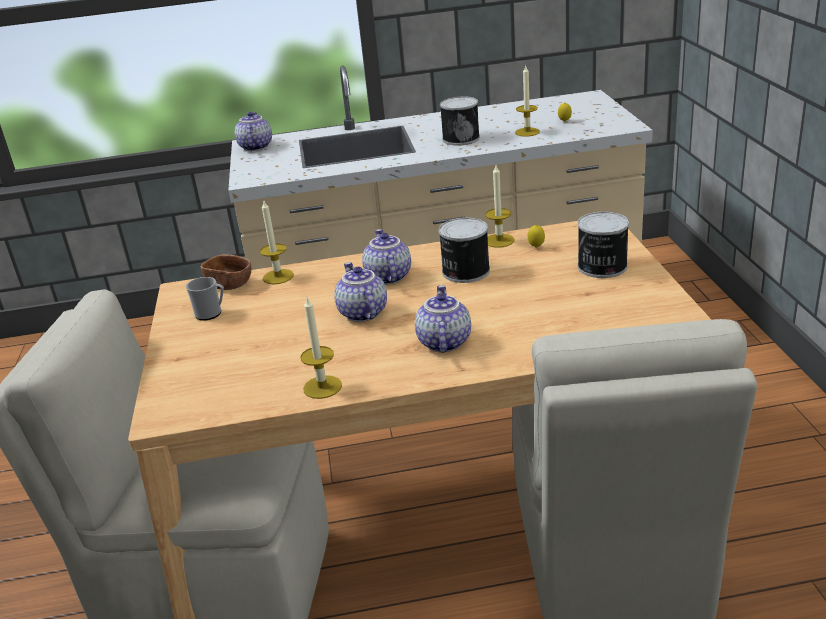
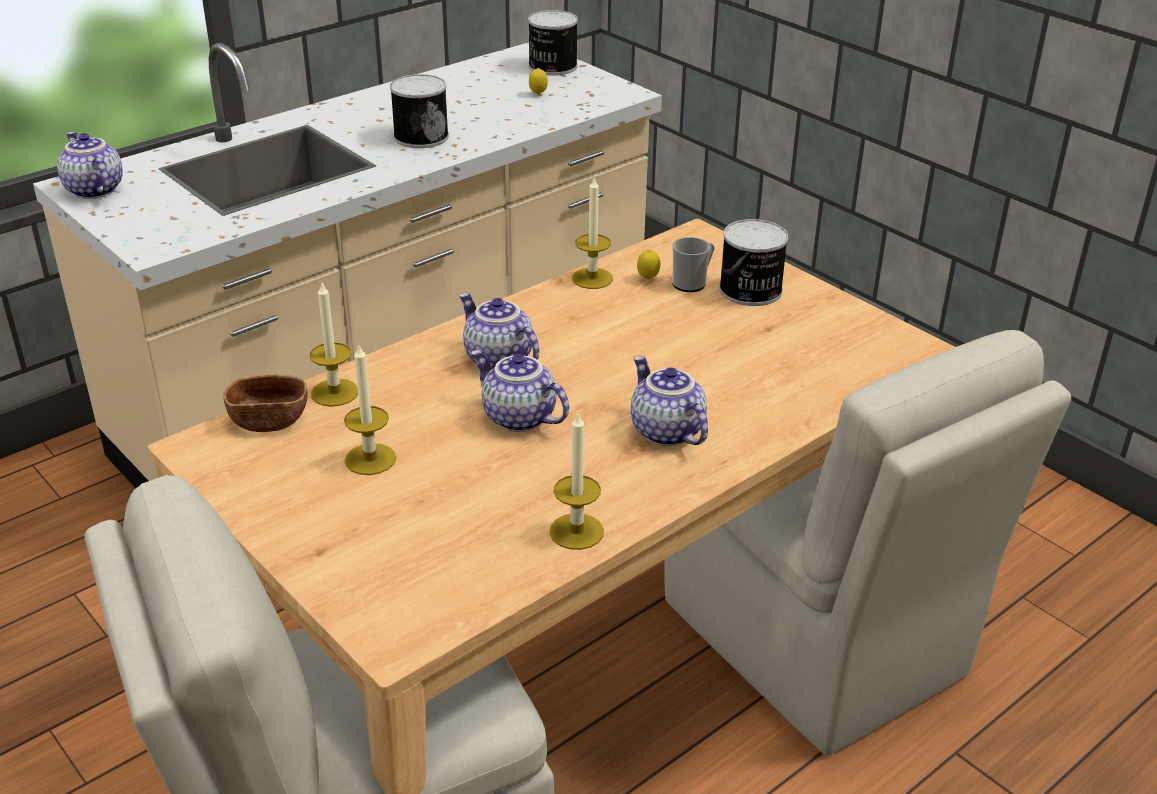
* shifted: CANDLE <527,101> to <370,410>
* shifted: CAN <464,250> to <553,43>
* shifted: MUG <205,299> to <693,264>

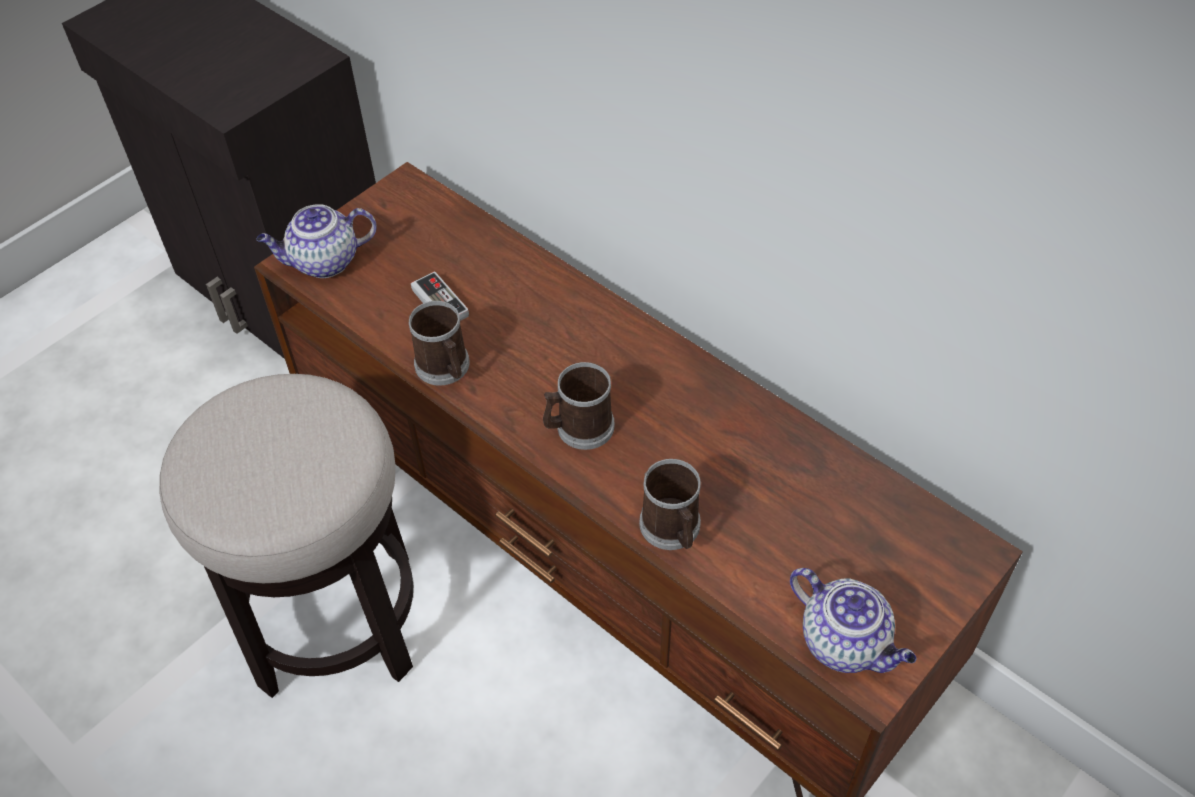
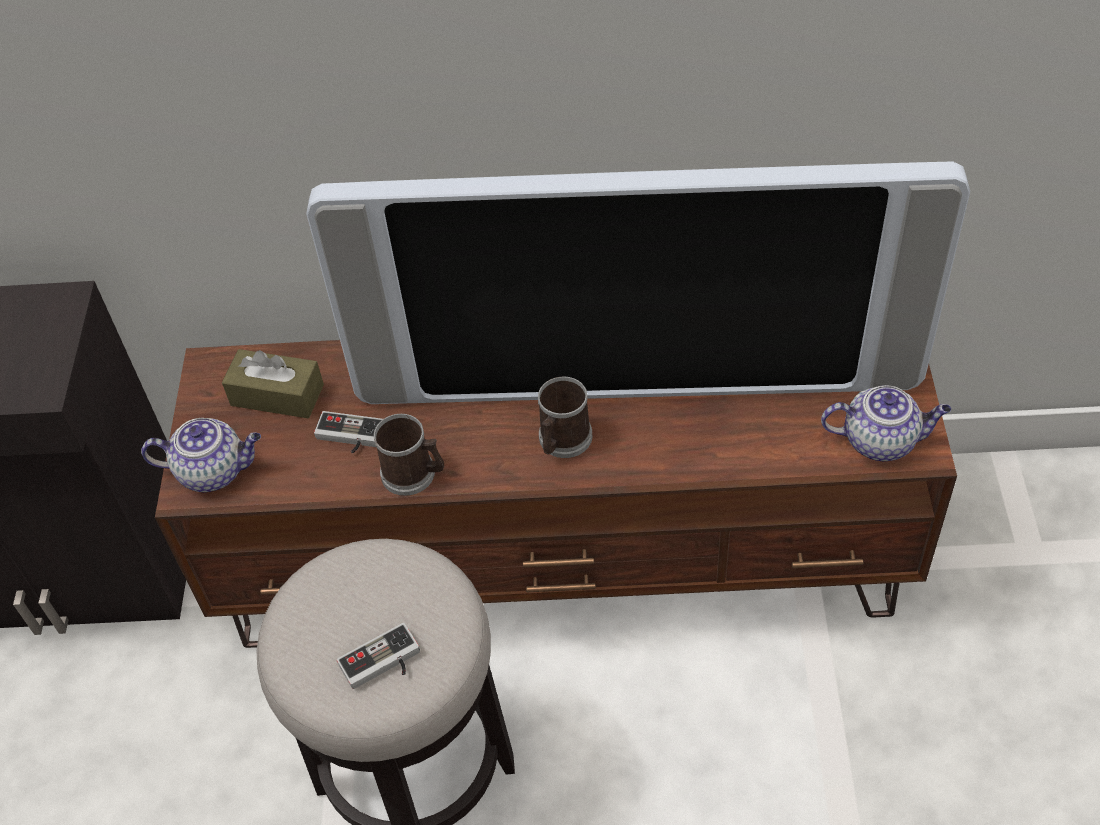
* rotated: TEAPOT <317,241> = <201,455> 120 degrees counterclockwise
* gone: MUG <670,504>
* new: TELEVISION <638,282>
* new: BROWN TISSUE BOX <273,383>
* new: GAME CONTROLLER <378,656>

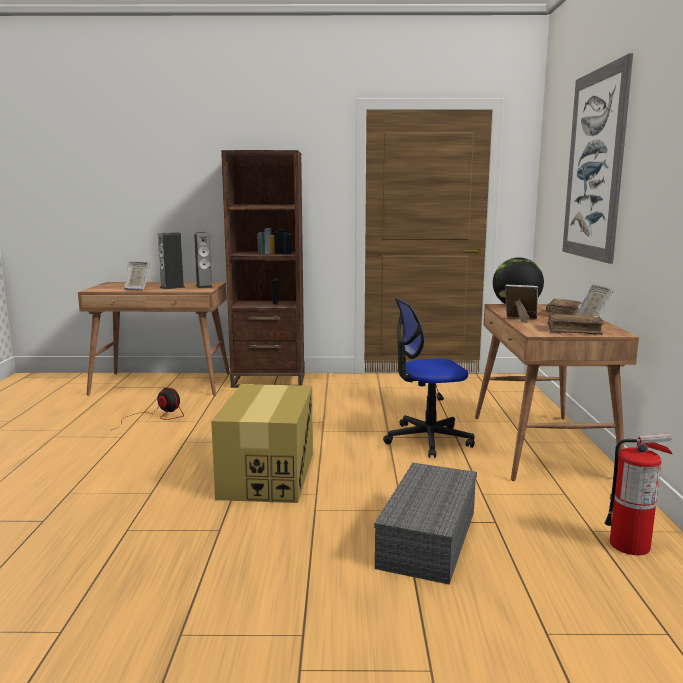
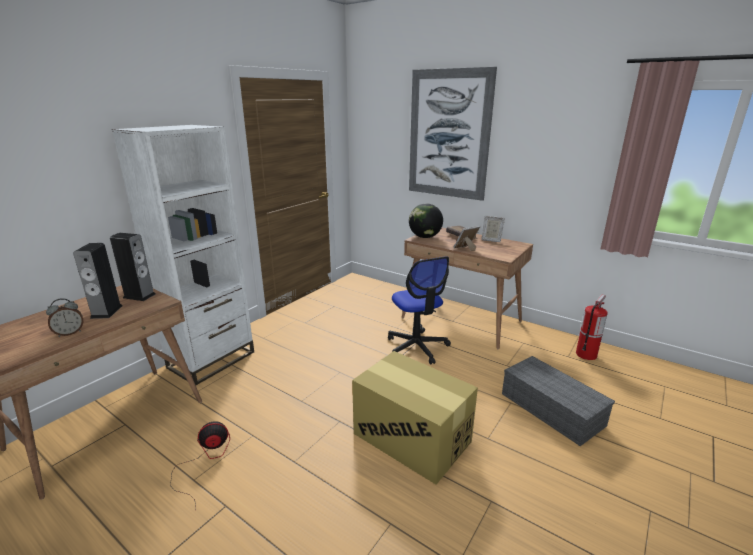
* repainted: BROWN BOOKCASE <263,269> to WHITE BOOKCASE <183,255>
* swapped: PICTURE FRAME <137,275> to ALARM CLOCK <64,317>
* rotated: OFFICE CHAIR <429,378> = <419,310> 45 degrees counterclockwise
* gone: BROWN BOOK <576,324>

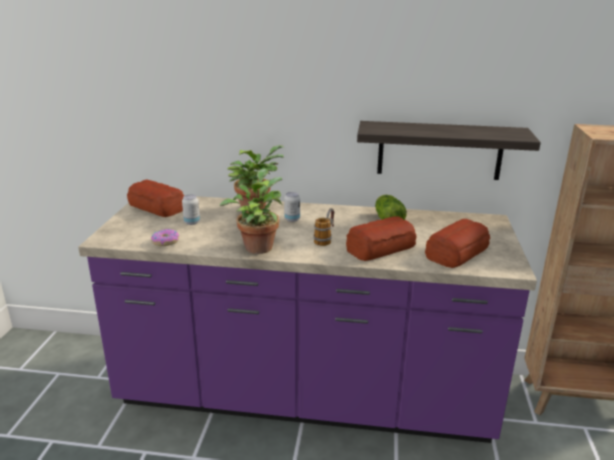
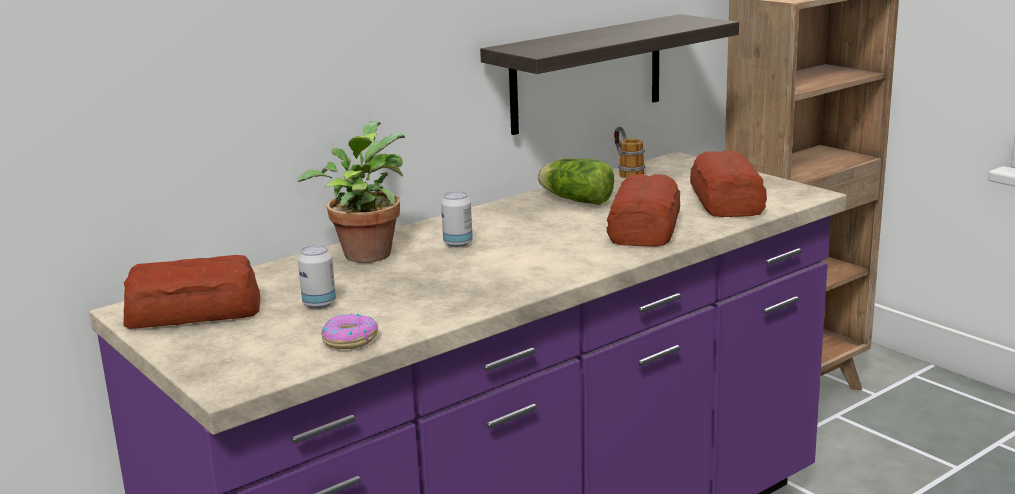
* gone: POTTED PLANT <251,211>
* shifted: MUG <323,227> to <629,152>

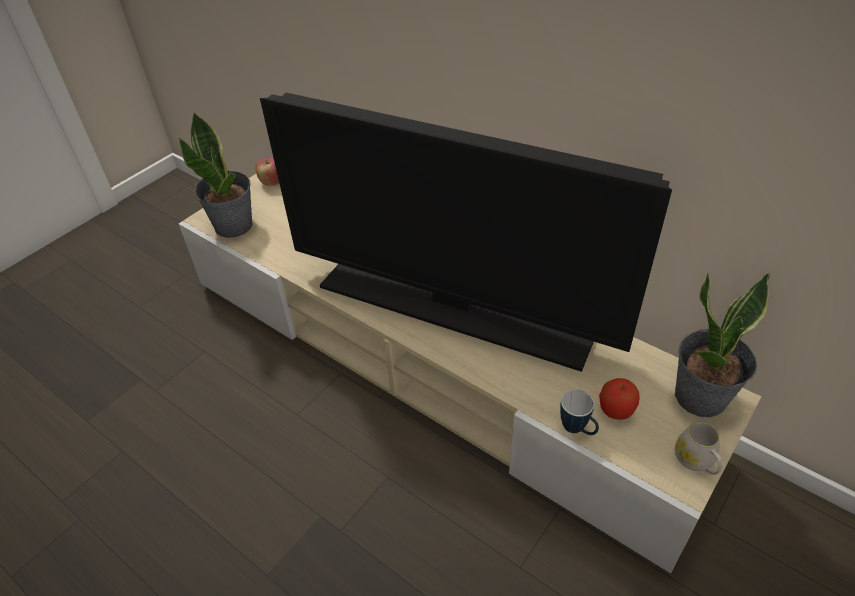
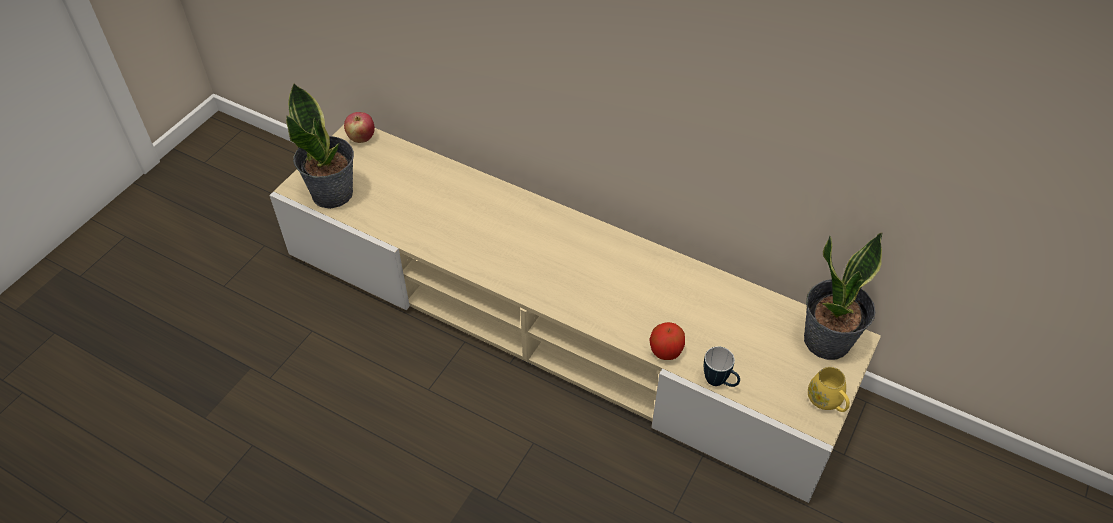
* gone: TELEVISION <466,232>
* shifted: APPLE <619,399> to <667,341>
* repainted: WHITE MUG <699,448> to YELLOW MUG <829,389>

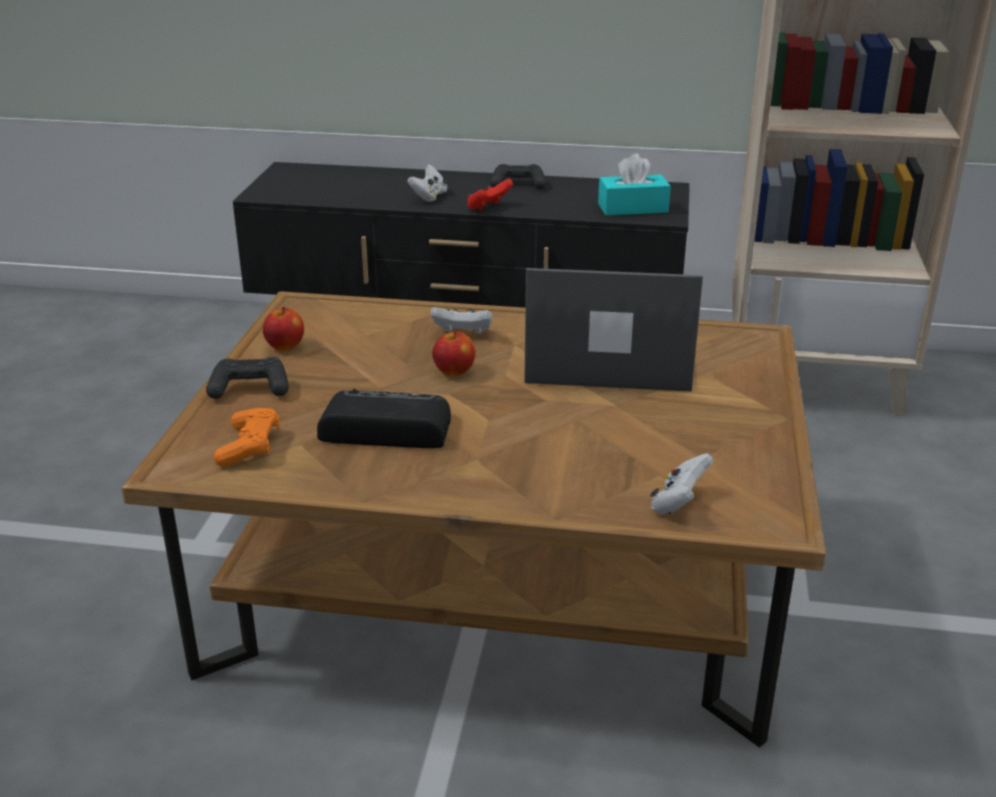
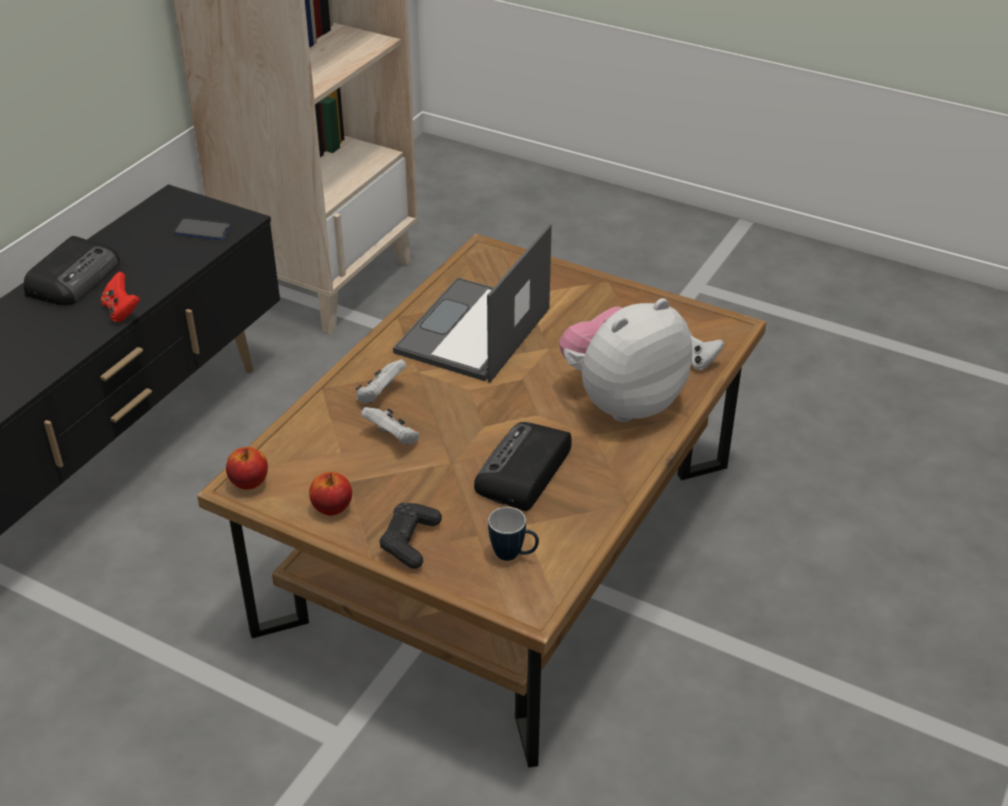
* swapped: TURQUOISE TISSUE BOX <634,185> to PHONE <202,229>
* shifted: WHITE GAME CONTROLLER <427,183> to <390,426>
* swapped: BLACK GAME CONTROLLER <518,176> to RADIO <71,270>
* shifted: APPLE <453,353> to <247,468>
* swapped: ORANGE GAME CONTROLLER <247,437> to MUG <513,534>
* new: PLUSH TOY <625,360>

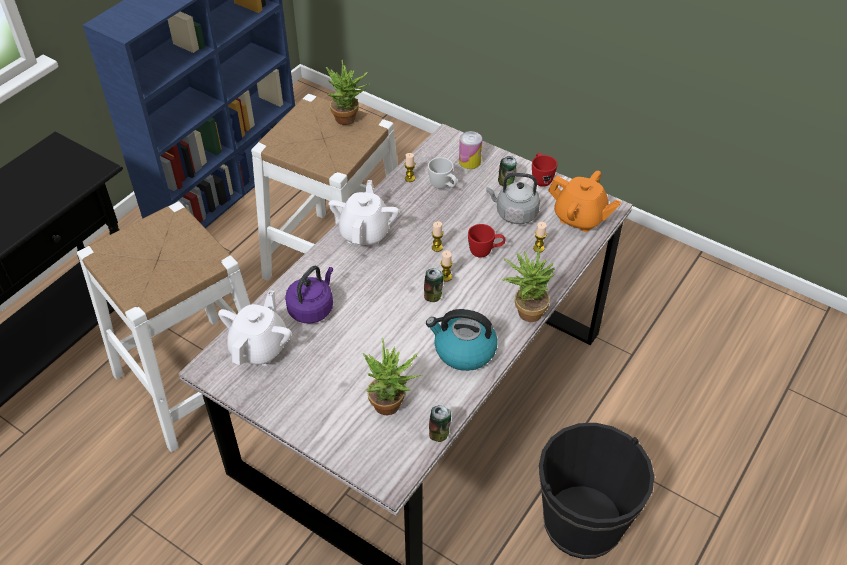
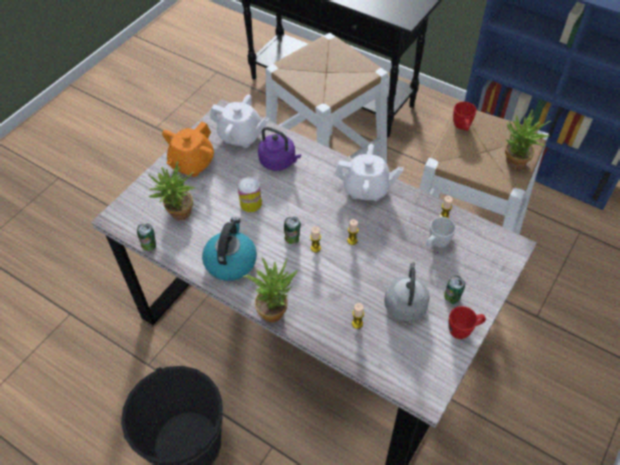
* shifted: CAN <470,150> to <249,194>
* shifted: ORANGE TEAPOT <584,201> to <188,149>
* shifted: RED MUG <486,241> to <465,116>

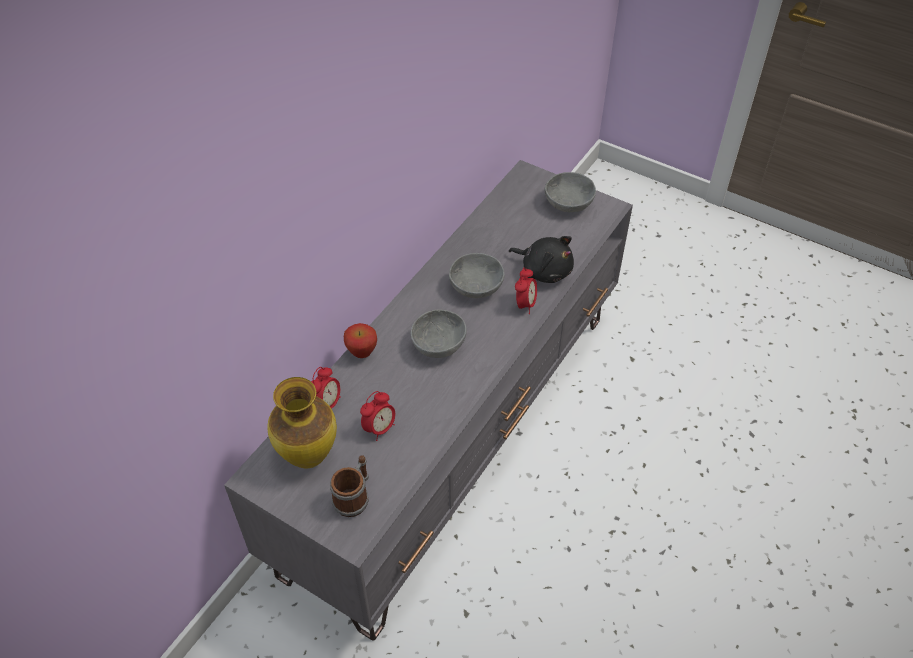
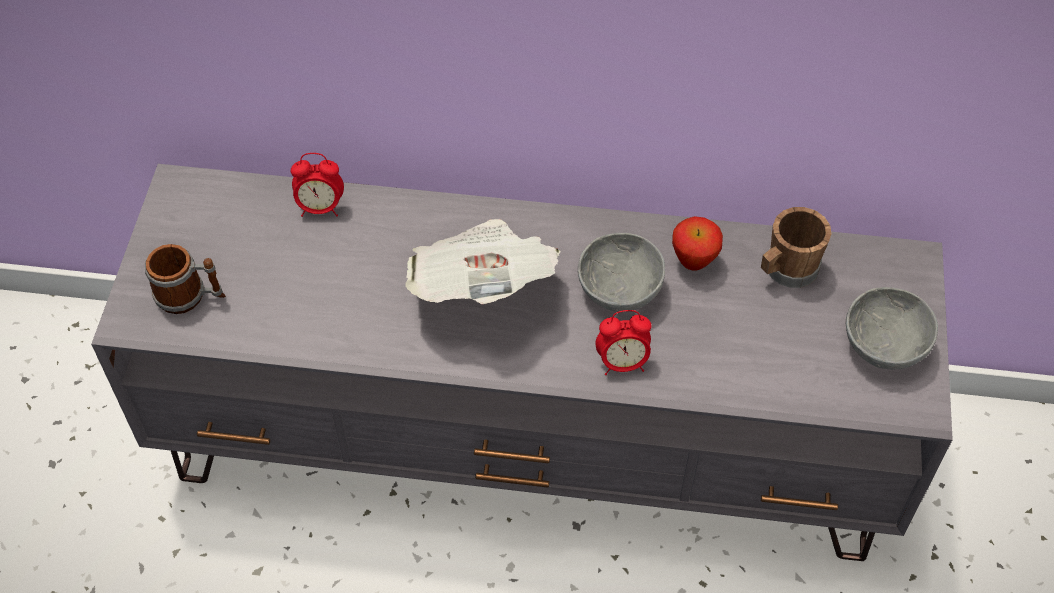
* gone: BLACK PLUSH TOY <541,259>
* swapped: GREY BOWL <439,333> to NEWSPAPER <482,261>
* shifted: APPLE <360,340> to <697,243>
* gone: VASE <302,422>
* gone: ALARM CLOCK <377,416>
* new: BROWN MUG <796,247>

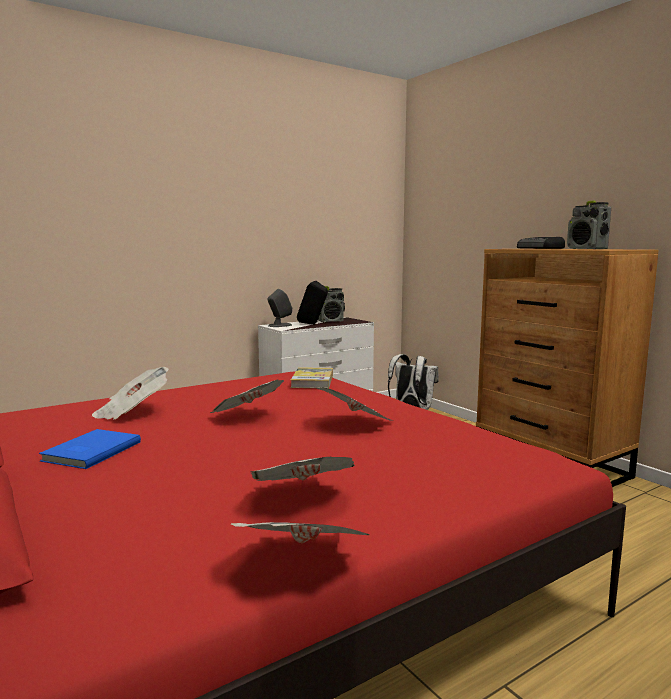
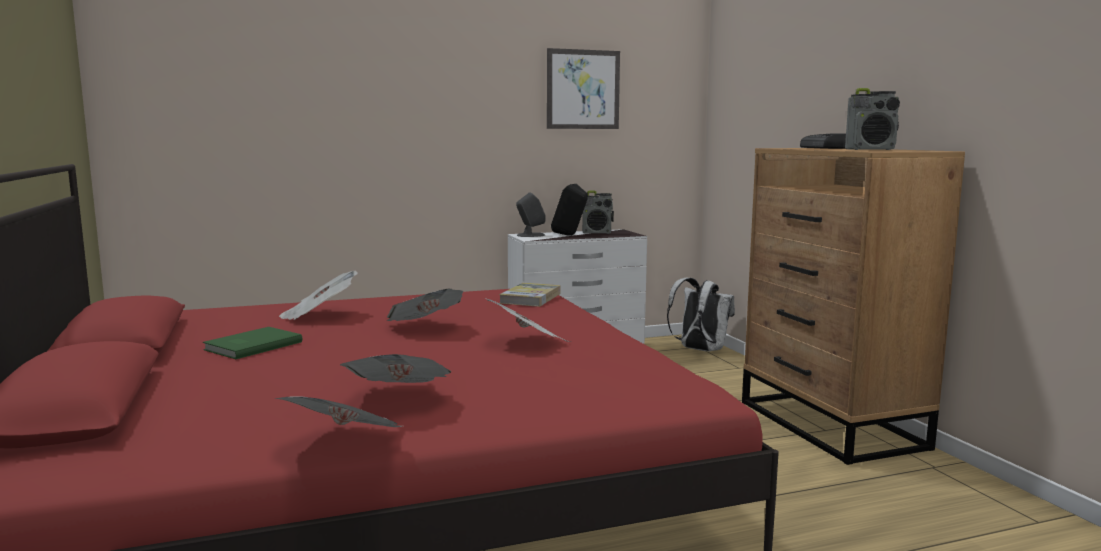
* rotated: RADIO <589,225> = <872,119> 75 degrees counterclockwise
* repainted: BLUE BOOK <90,449> to GREEN BOOK <252,343>
* new: PICTURE <583,88>

